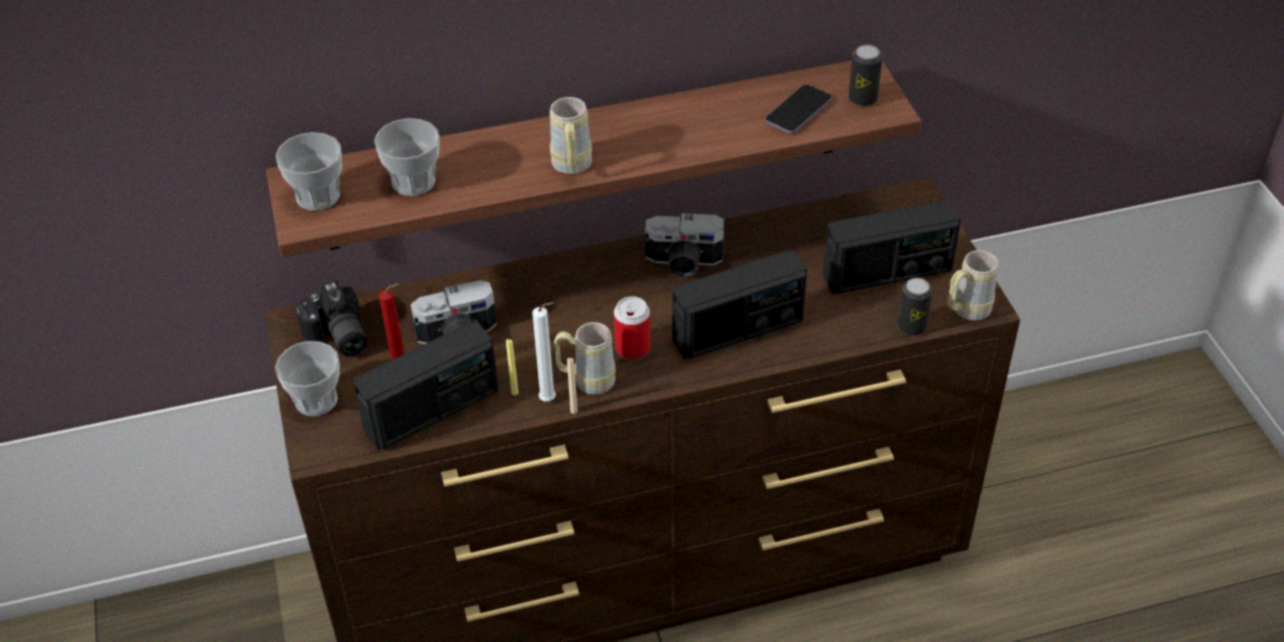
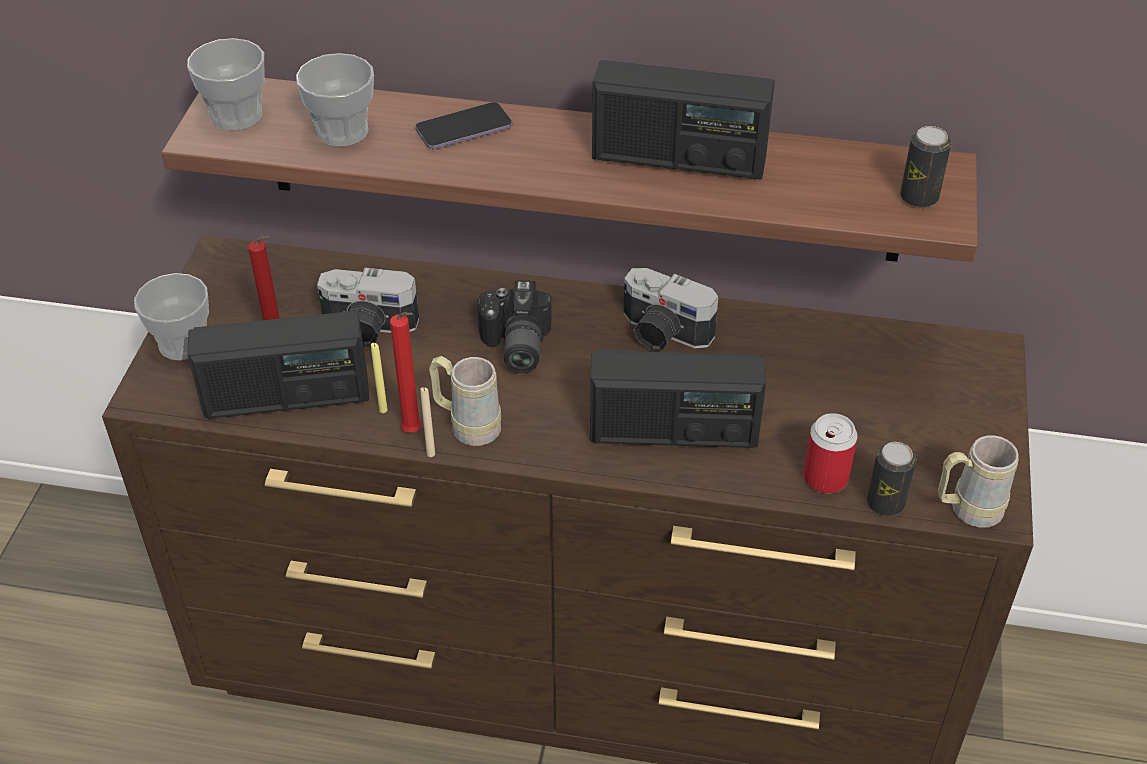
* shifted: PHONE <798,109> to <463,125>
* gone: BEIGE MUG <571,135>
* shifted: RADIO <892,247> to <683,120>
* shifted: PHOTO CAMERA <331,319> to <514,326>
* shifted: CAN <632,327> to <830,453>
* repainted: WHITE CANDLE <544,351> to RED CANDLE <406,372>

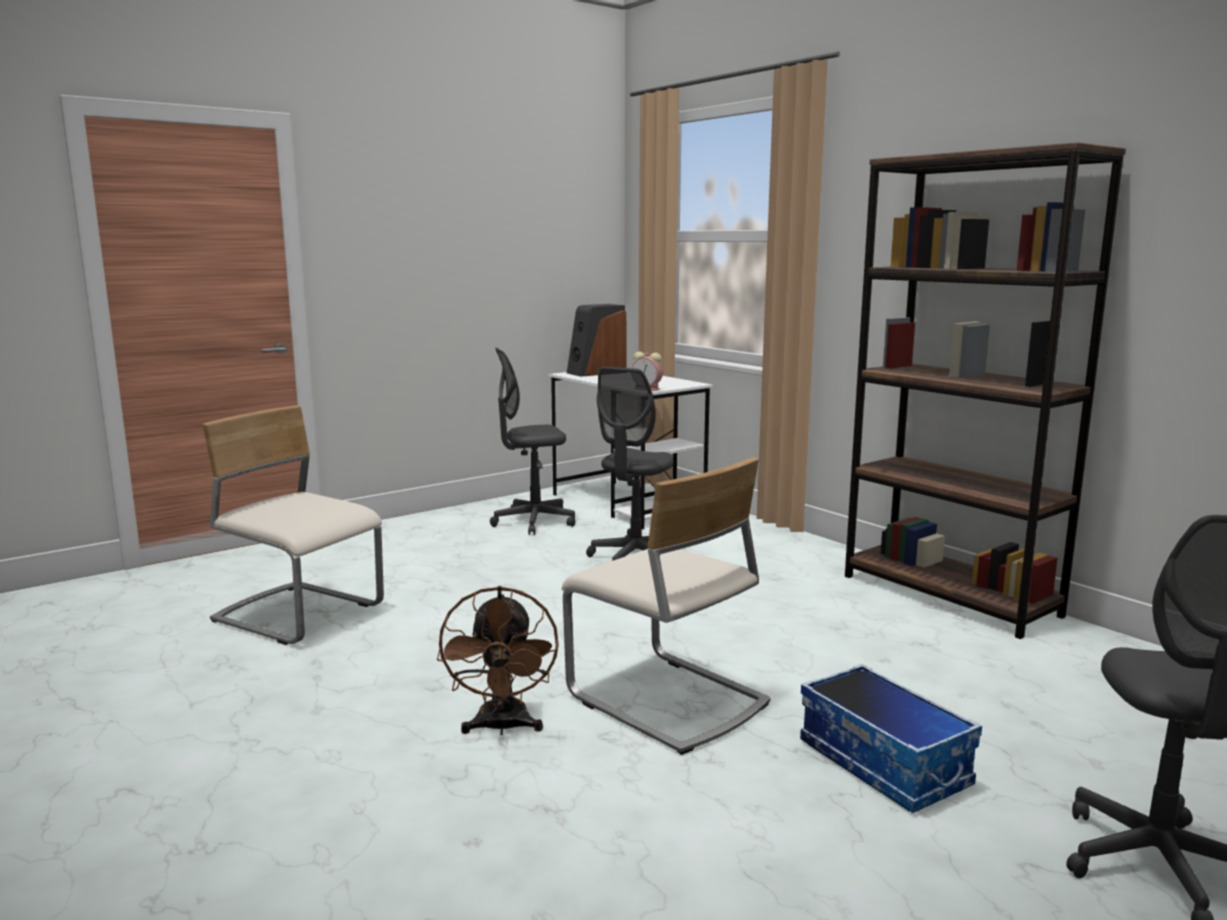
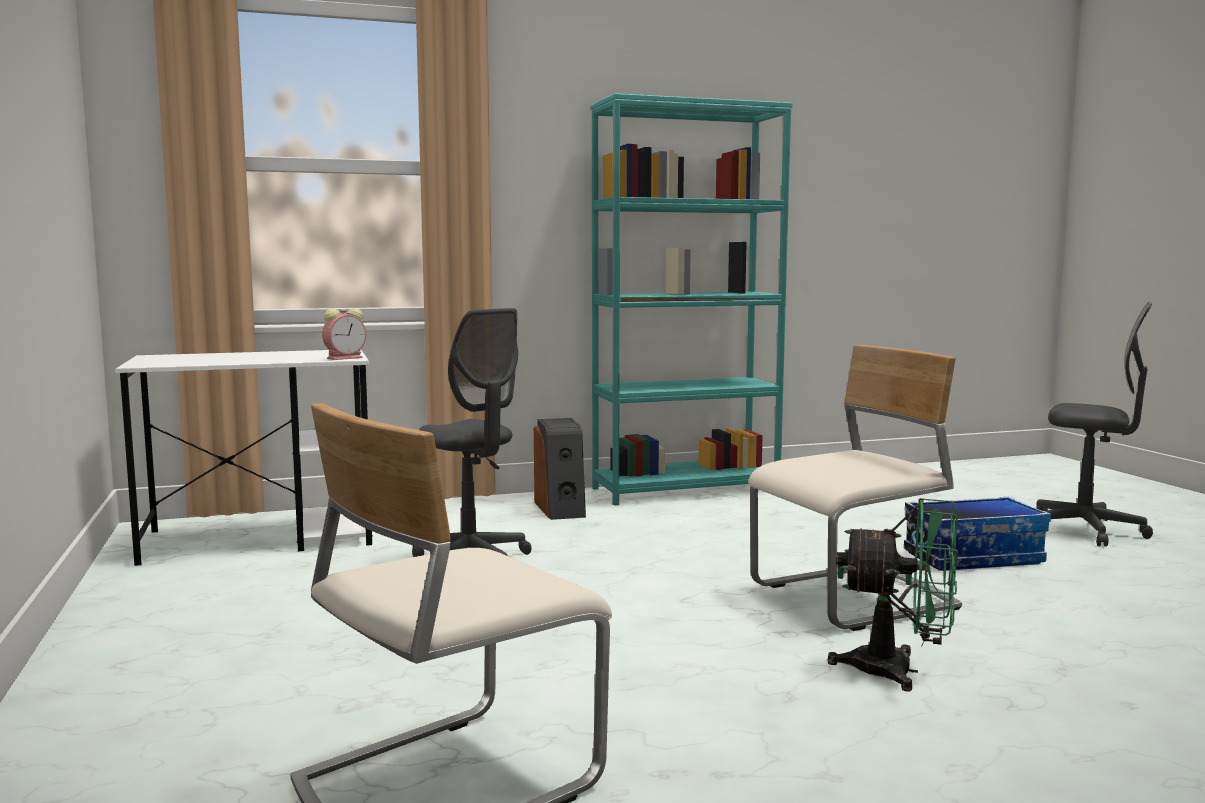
* repainted: BROWN BOOKCASE <985,390> to TURQUOISE BOOKCASE <692,299>
* shifted: SPEAKER <597,340> to <560,469>
* gone: GREY OFFICE CHAIR <532,441>
* repainted: BROWN FAN <498,660> to GREEN FAN <893,595>

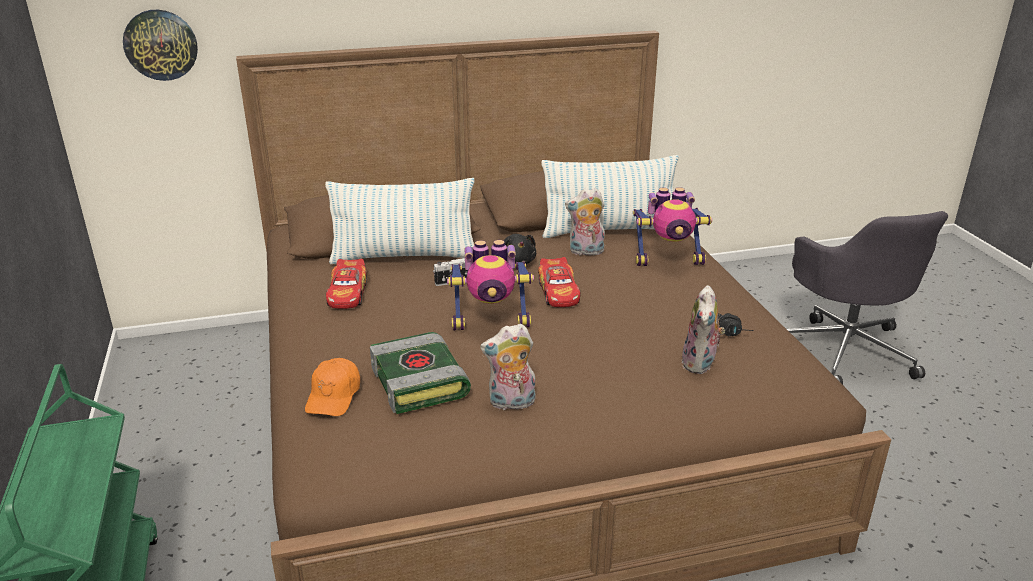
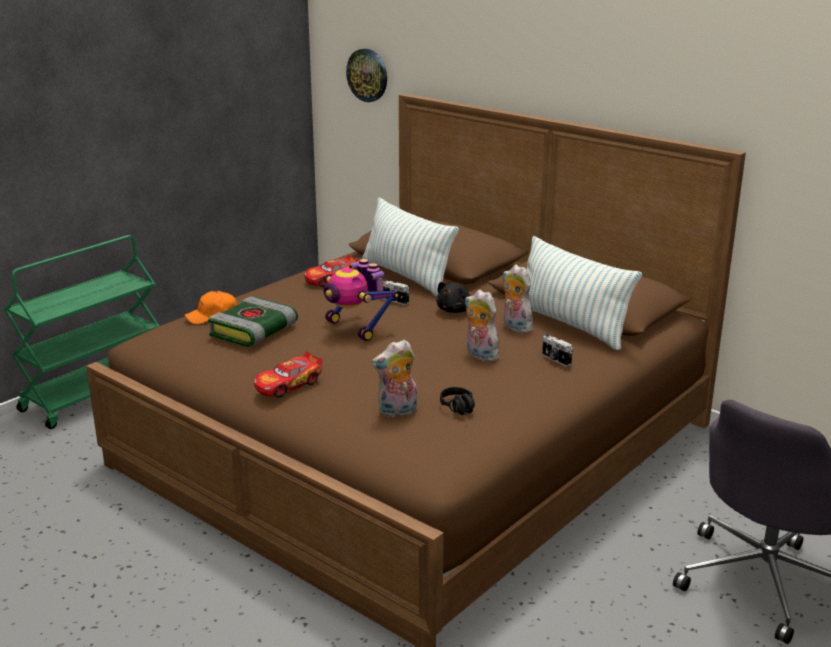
* swapped: TOY ROBOT <672,226> to PHOTO CAMERA <557,350>
* shifted: TOY CAR <559,282> to <288,375>
* shifted: PLUSH TOY <508,366> to <481,326>

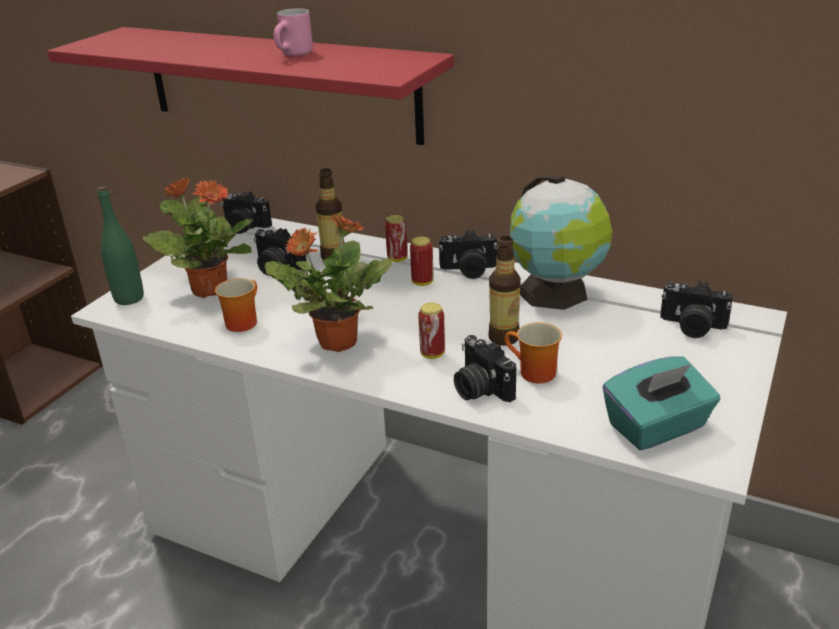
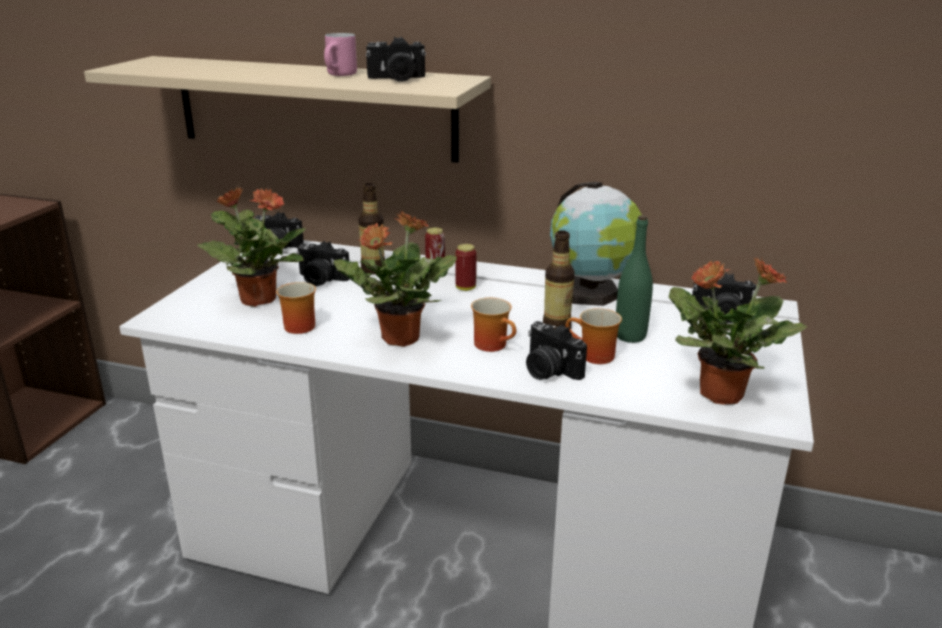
* repainted: RED SHELF <250,86> to BEIGE SHELF <287,109>
* shifted: GREEN BOTTLE <121,245> to <634,279>
* shifted: PHOTO CAMERA <468,254> to <396,59>
* swapped: CAN <431,331> to MUG <493,325>
* swapped: TURQUOISE TISSUE BOX <661,403> to POTTED PLANT <737,331>

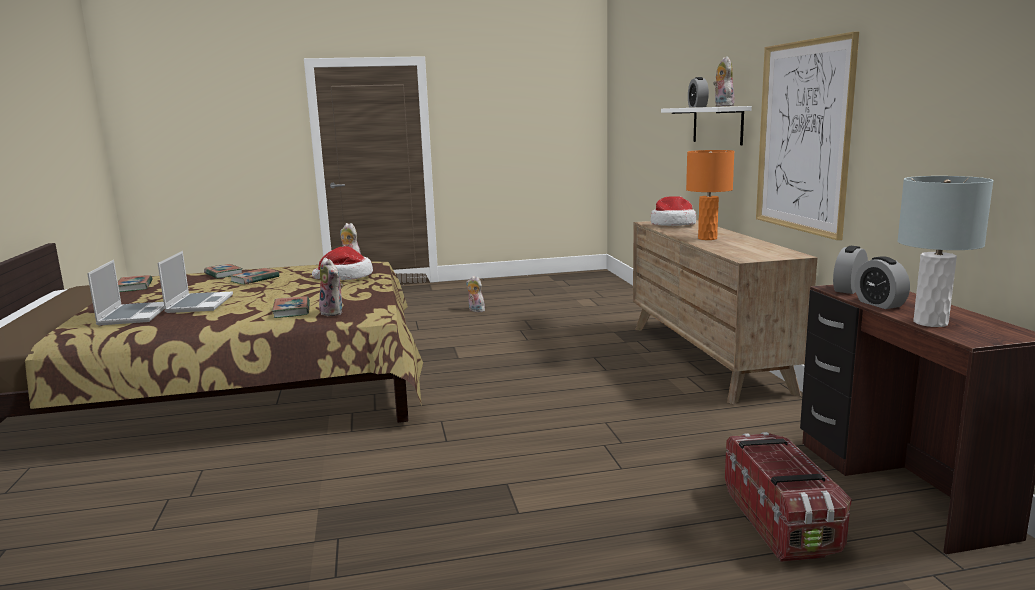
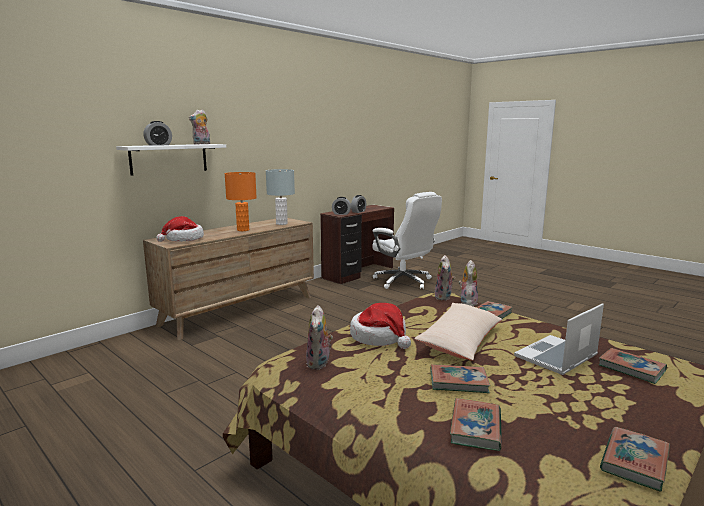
* gone: PICTURE <807,135>
* shifted: GREY TABLE LAMP <945,251> to <280,197>
* swapped: LAPTOP <126,293> to BOOK <633,366>
* shifted: PLUSH TOY <475,294> to <445,278>
* swapped: STORAGE BOX <788,497> to WHITE OFFICE CHAIR <407,240>
* new: BEIGE PILLOW <458,332>

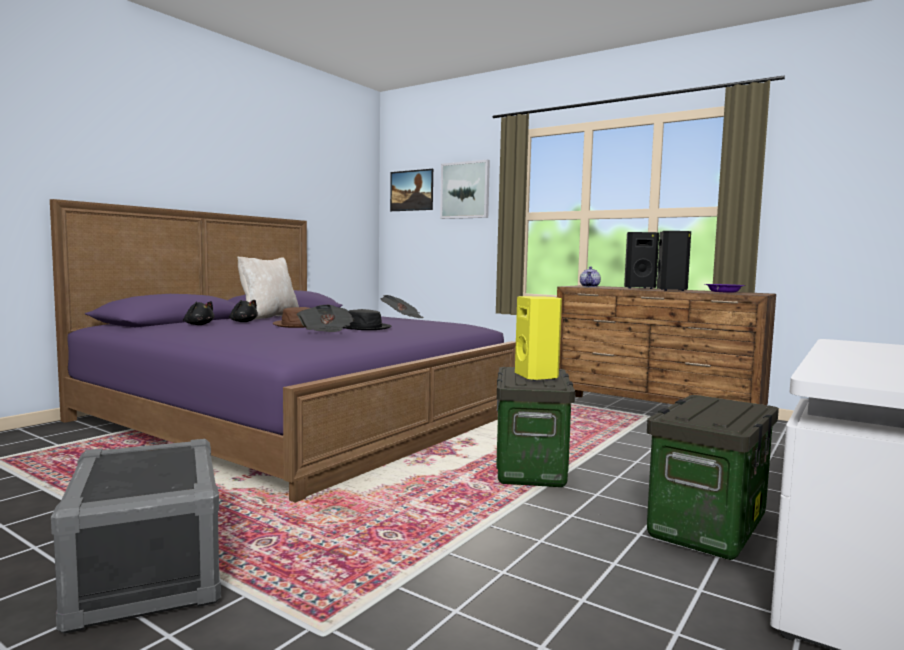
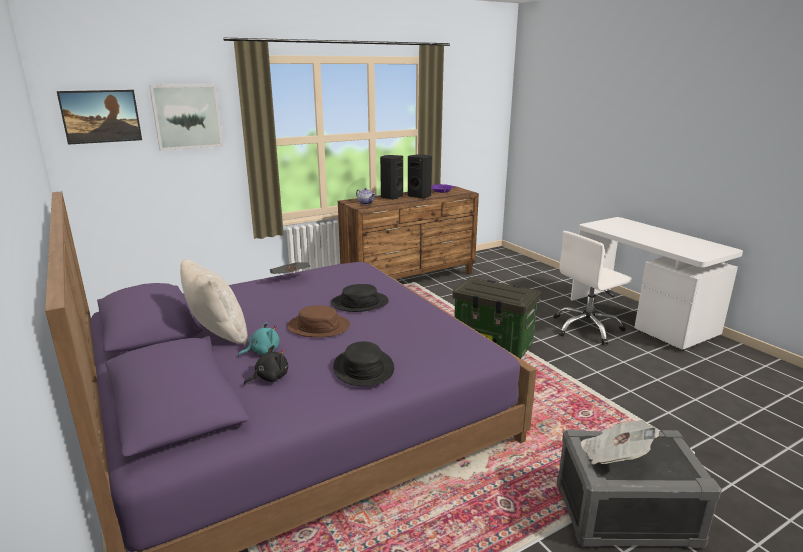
* gone: YELLOW SPEAKER <538,338>
* repainted: BLACK PLUSH TOY <243,311> to TURQUOISE PLUSH TOY <259,339>
* shifted: NEWSPAPER <325,318> to <620,442>
* swapped: STORAGE BOX <713,477> to WHITE OFFICE CHAIR <593,288>
* new: BLACK HAT <363,363>

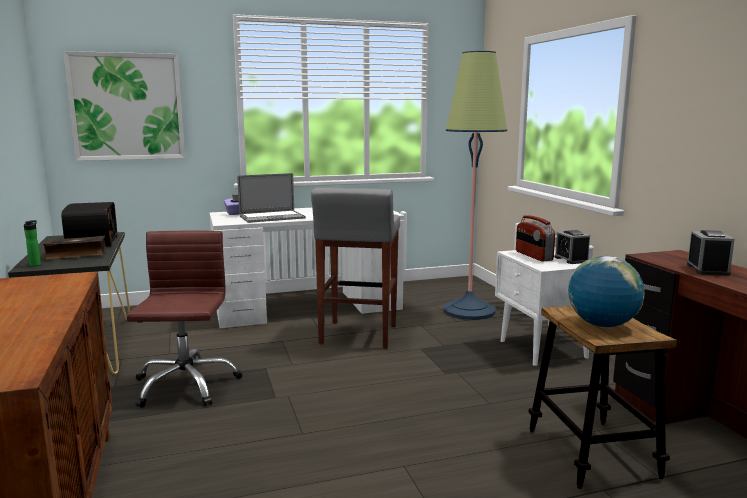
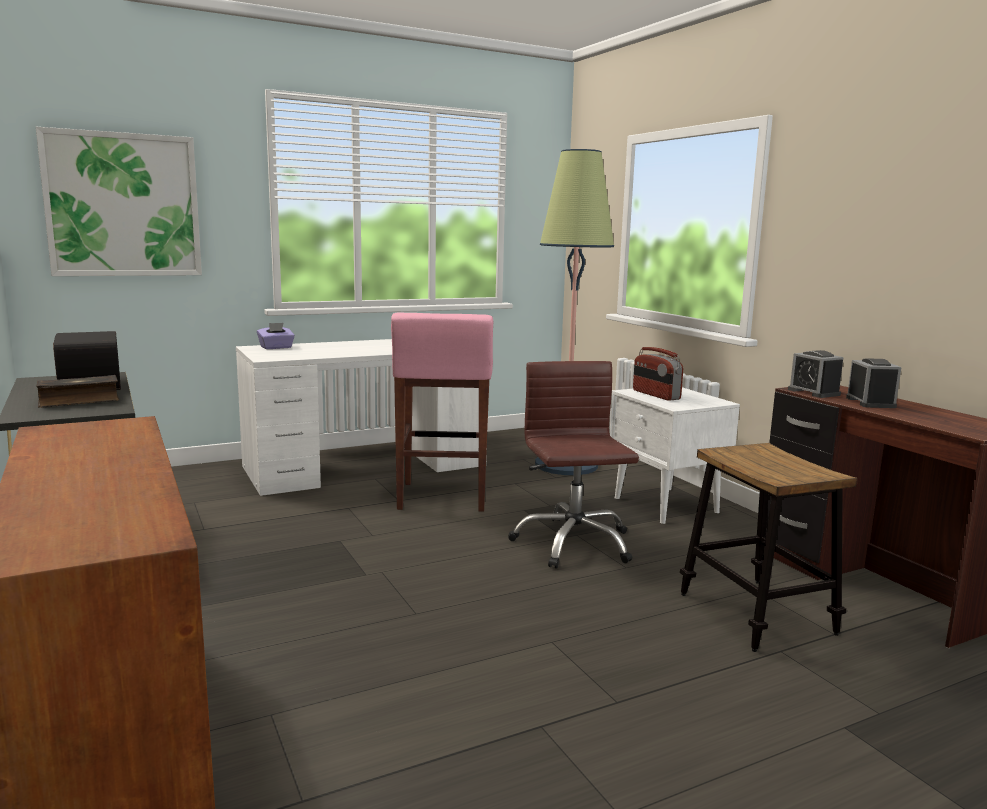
* gone: LAPTOP <271,198>
* repainted: GREY STOOL <355,268> to PINK STOOL <442,412>
* gone: BOTTLE <32,243>
* shifted: ALARM CLOCK <572,247> to <815,374>
* shifted: BROWN OFFICE CHAIR <184,319> to <573,465>
* gone: GLOBE <606,291>

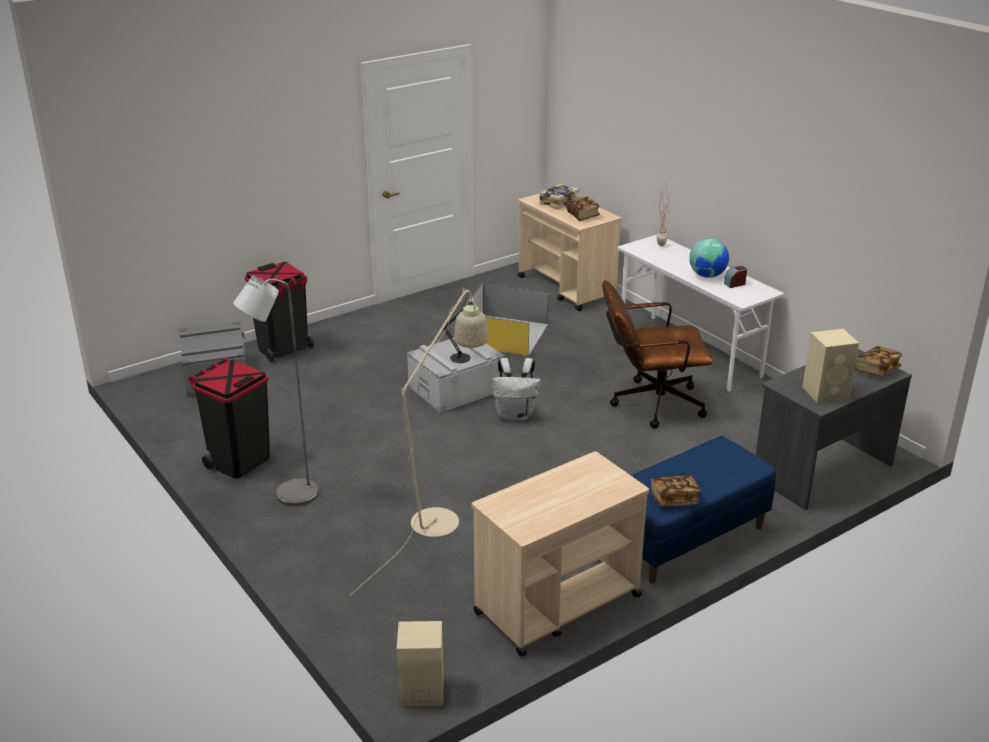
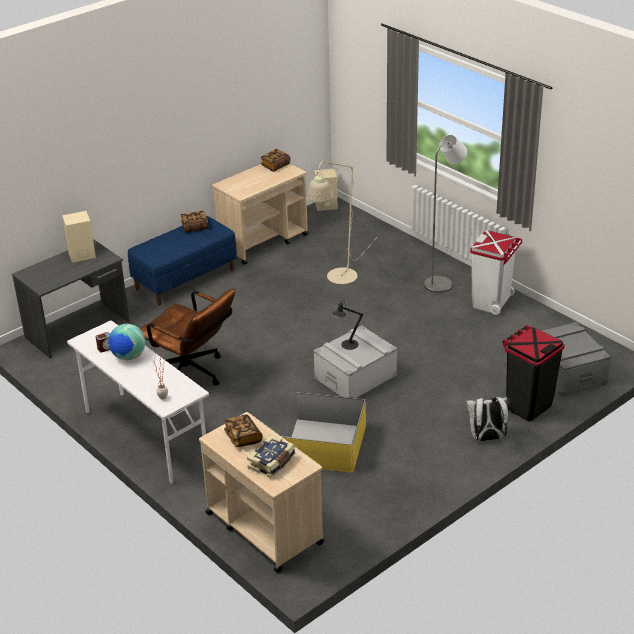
* rotated: BROWN OFFICE CHAIR <657,354> = <187,337> 45 degrees clockwise
* shifted: BOOK <878,361> to <275,160>
* repainted: BLACK TRASH CAN <229,418> to WHITE TRASH CAN <496,272>
* shifted: WHITE BACKPACK <516,389> to <486,419>

